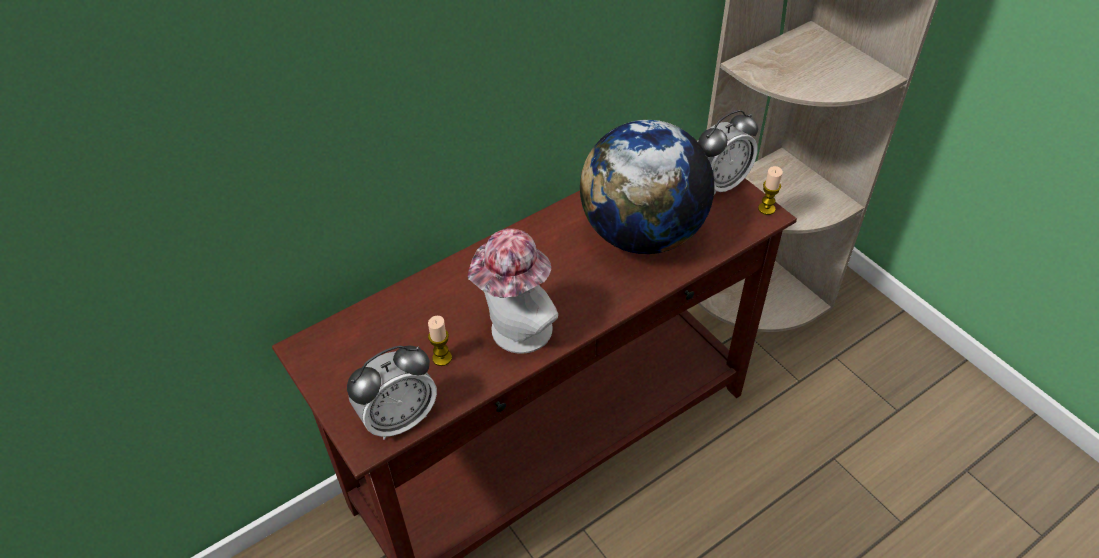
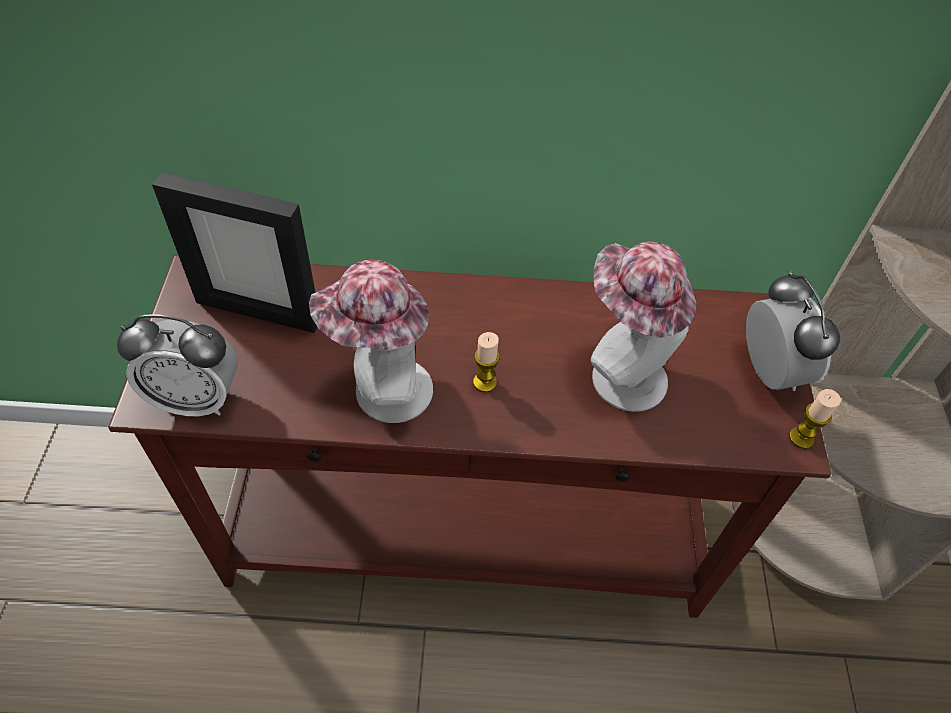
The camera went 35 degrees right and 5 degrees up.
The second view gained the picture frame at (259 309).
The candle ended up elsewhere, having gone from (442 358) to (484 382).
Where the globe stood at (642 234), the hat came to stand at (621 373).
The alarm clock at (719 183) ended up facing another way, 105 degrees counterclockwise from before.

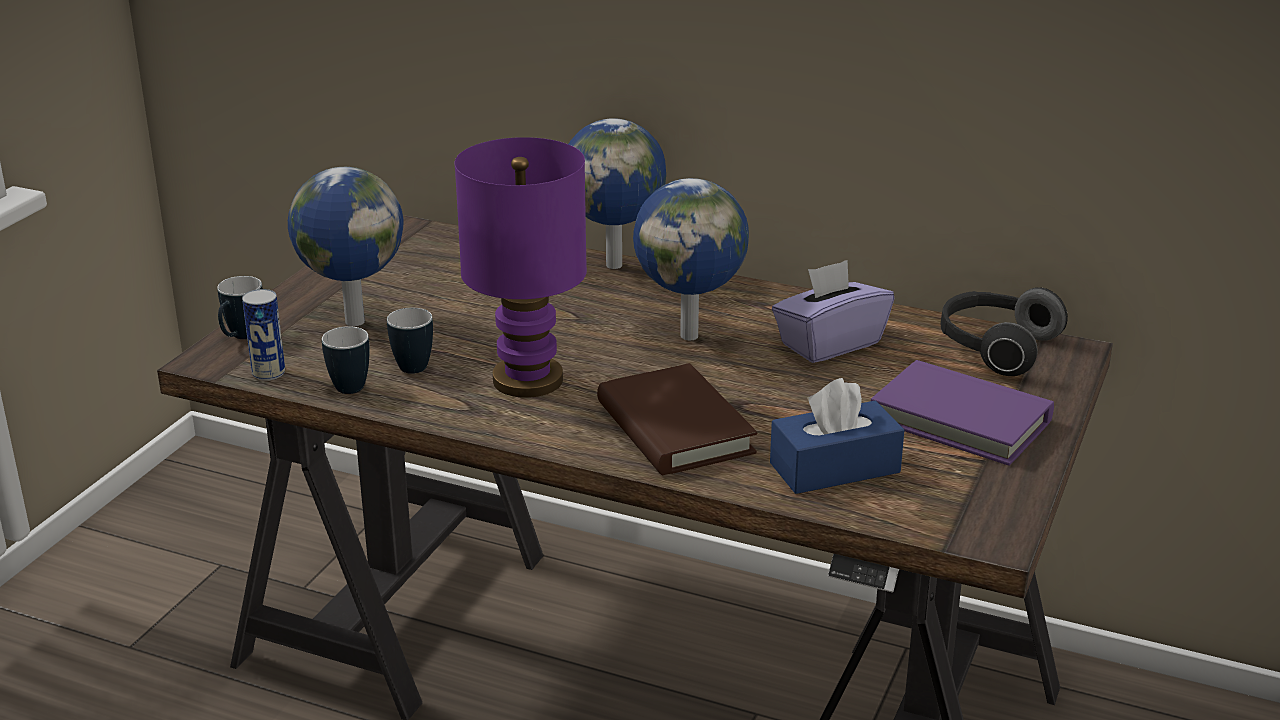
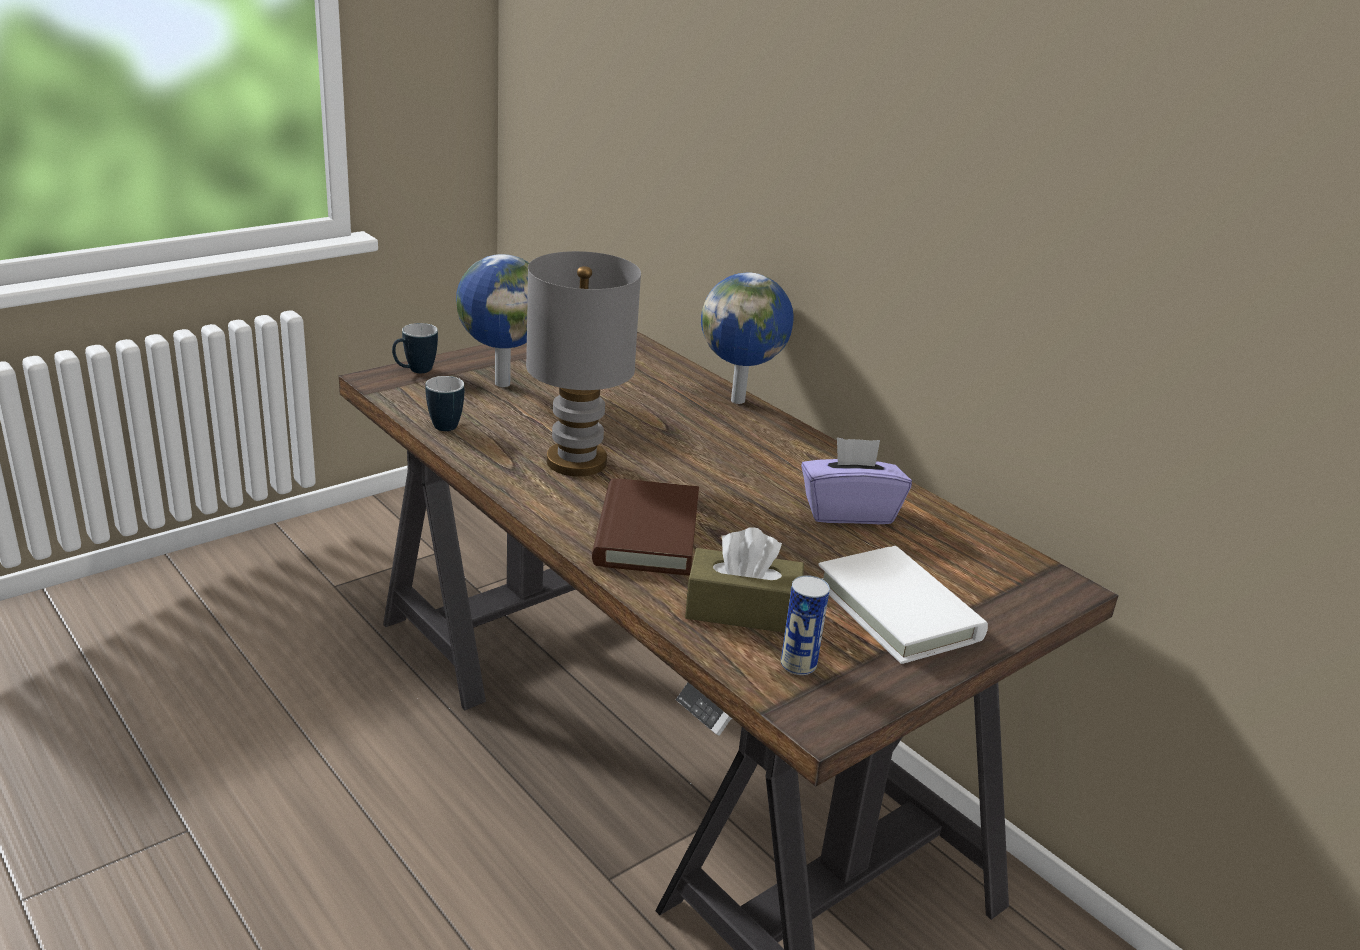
The camera went 25 degrees right and 0 degrees up.
What was the table lamp (purple) at (527 381) turned into the table lamp (grey) at (575 462).
What was the tissue box (blue) at (834 468) turned into the tissue box (brown) at (742 610).
The can ended up elsewhere, having gone from (268 373) to (798 665).
What was the book (purple) at (960 420) turned into the book (white) at (898 610).
The second view lost the mug at (408 365).
The second view lost the globe at (690 335).
The second view lost the headphones at (994 348).

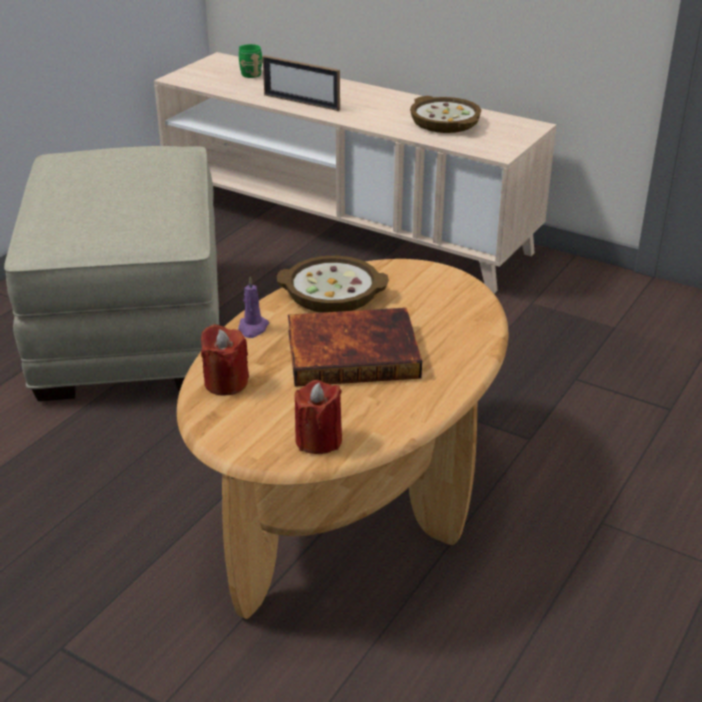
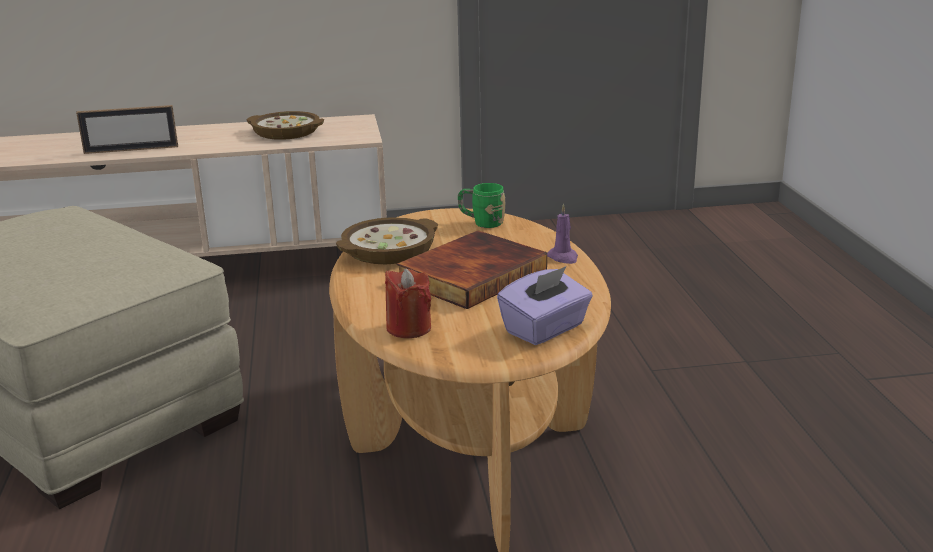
The camera went 40 degrees left and 10 degrees down.
The mug (green) ended up elsewhere, having gone from (249 73) to (482 222).
Where the candle (red) stood at (318 440), the tissue box (purple) came to stand at (545 329).
The candle (purple) ended up elsewhere, having gone from (253 328) to (563 258).

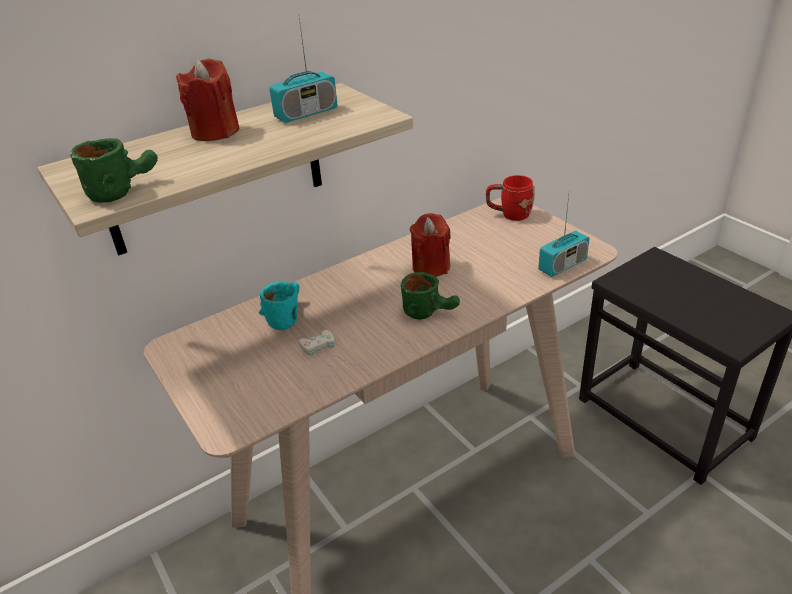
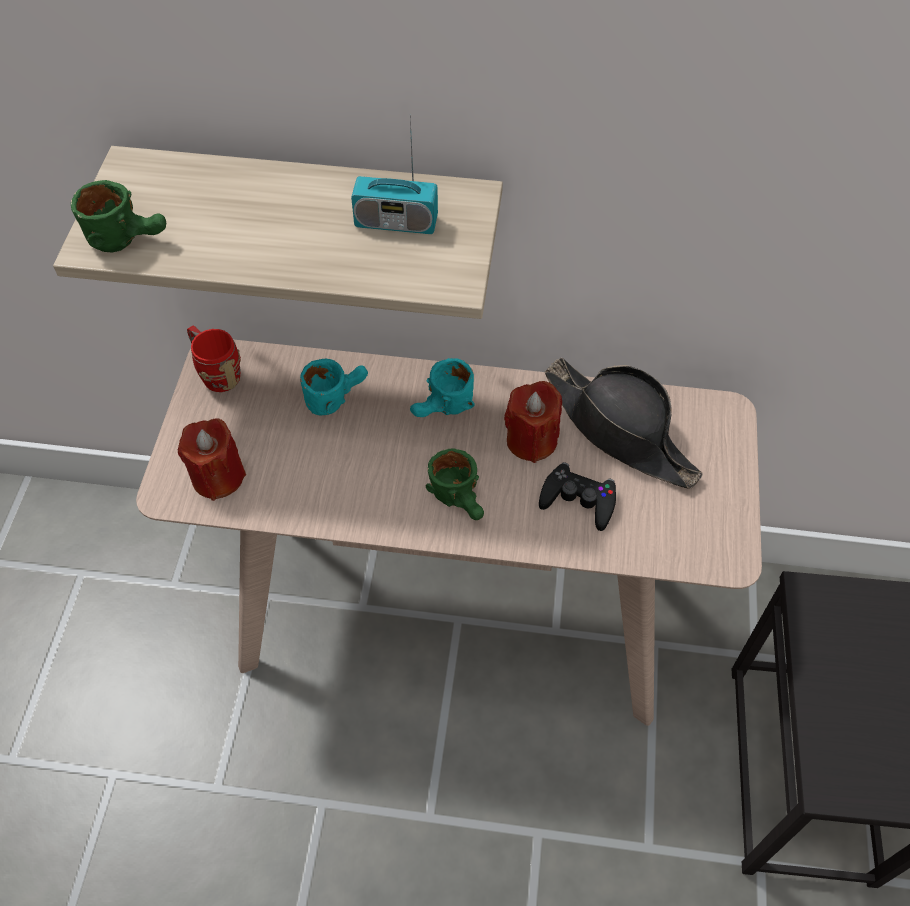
The camera went 40 degrees right and 20 degrees up.
The candle (red) ended up elsewhere, having gone from (215 132) to (218 477).
The mug (red) ended up elsewhere, having gone from (509 214) to (216 372).
The second view gained the mug (turquoise) at (443 410).
The second view gained the game controller (black) at (578 500).
The second view gained the hat (black) at (620 430).
The second view lost the game controller (white) at (324 363).
The second view lost the radio at (562 265).

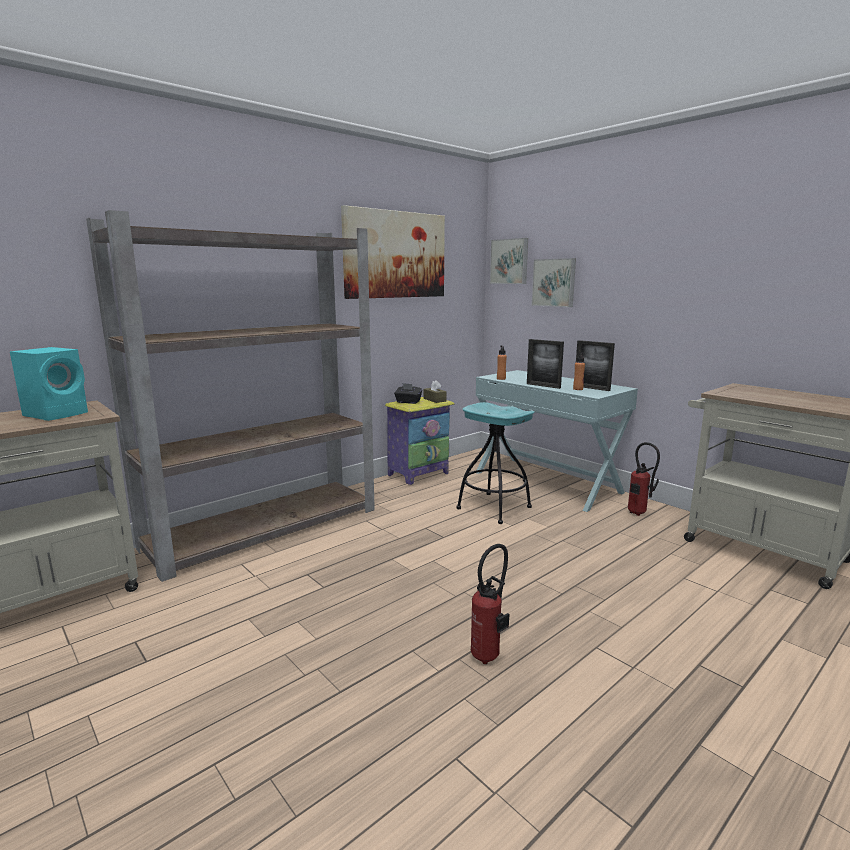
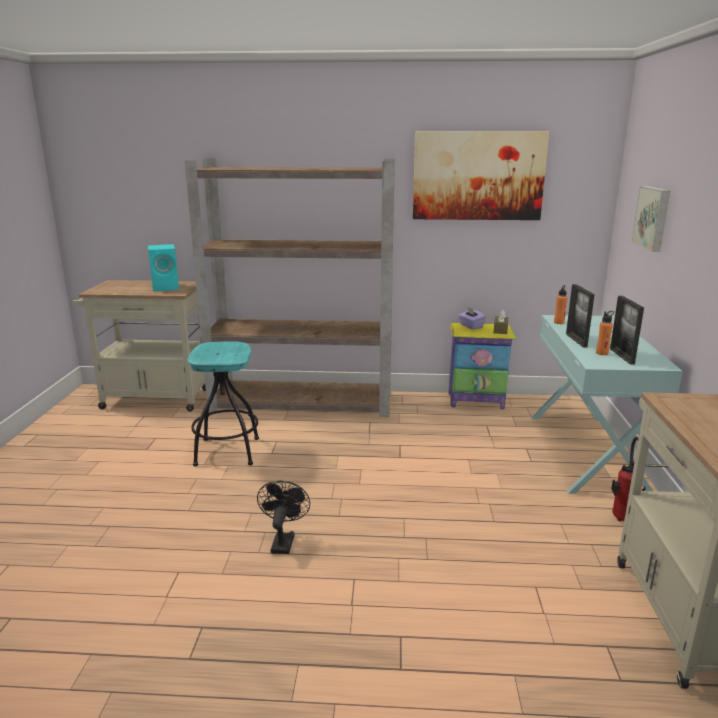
The camera went 45 degrees right and 5 degrees up.
The stool (turquoise) ended up elsewhere, having gone from (493 507) to (227 451).
Where the fire extinguisher stood at (489 655), the fan (black) came to stand at (283 541).
What was the tissue box (black) at (408 402) turned into the tissue box (purple) at (470 326).
The second view lost the picture at (510 261).

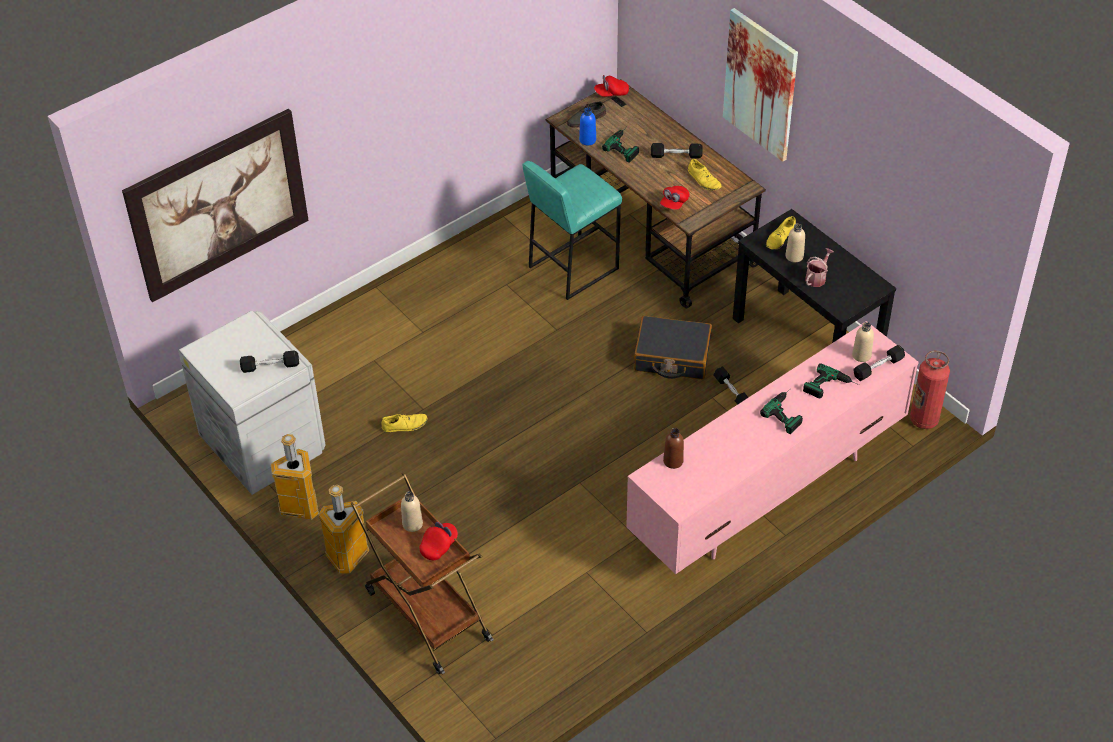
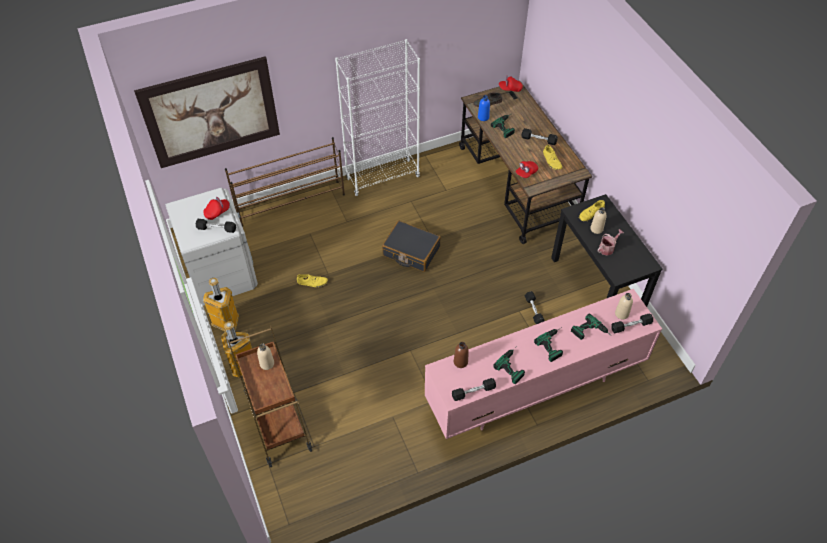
The camera went 15 degrees right and 5 degrees up.
The cap (red) ended up elsewhere, having gone from (439 546) to (217 212).
The second view gained the shoe rack (brown) at (291 203).
The second view gained the bookcase (white) at (382 177).
The suitcase (black) ended up elsewhere, having gone from (672 356) to (411 251).
The second view gained the dumbbell (black) at (473 392).
The second view gained the power drill at (514 365).
The second view lost the stool (turquoise) at (572 268).
The second view lost the picture at (760 84).
The second view lost the fire extinguisher at (924 419).

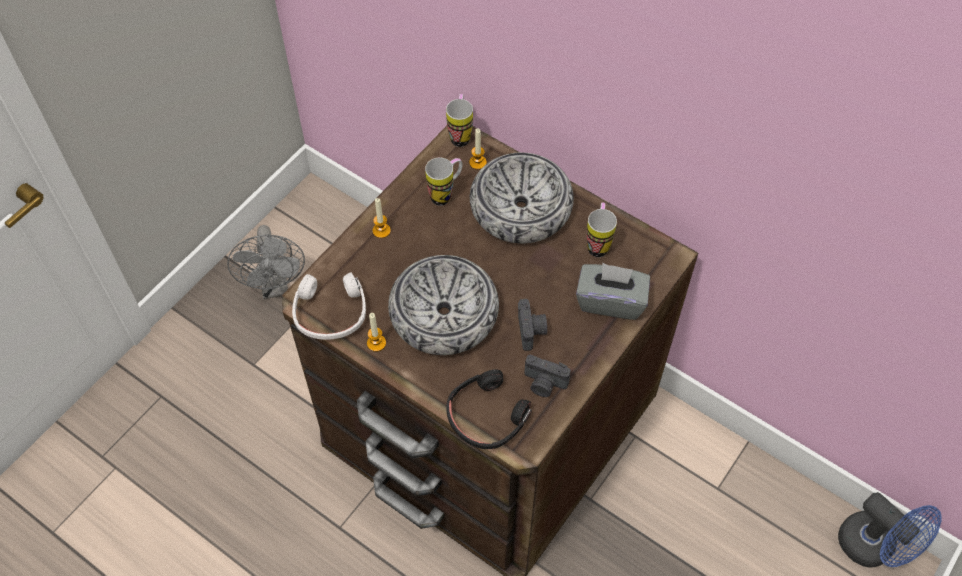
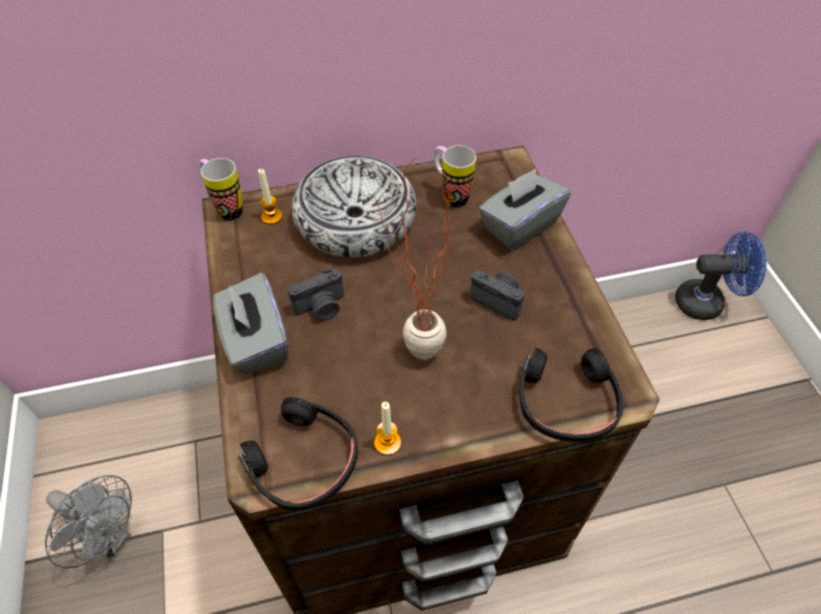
The camera went 50 degrees left and 5 degrees down.
Where the candle stood at (381 231), the tissue box (grey) came to stand at (256 341).
What was the headphones (white) at (330 312) turned into the headphones (black) at (303 461).
The photo camera ended up elsewhere, having gone from (544 384) to (321 308).
Where the bowl stood at (444 314), the potted plant came to stand at (411 356).
The second view lost the mug at (446 194).

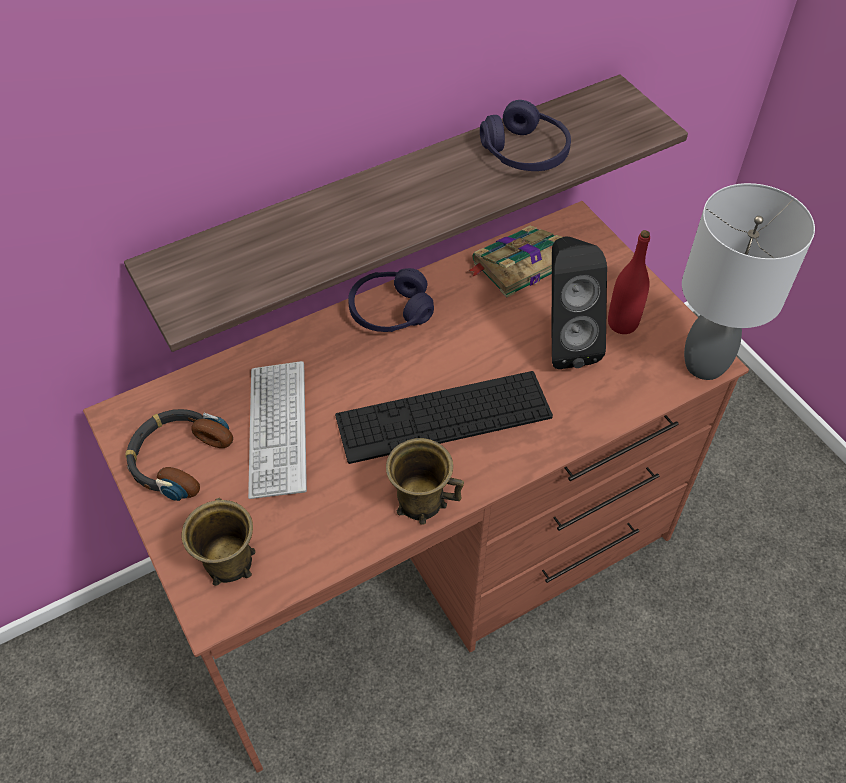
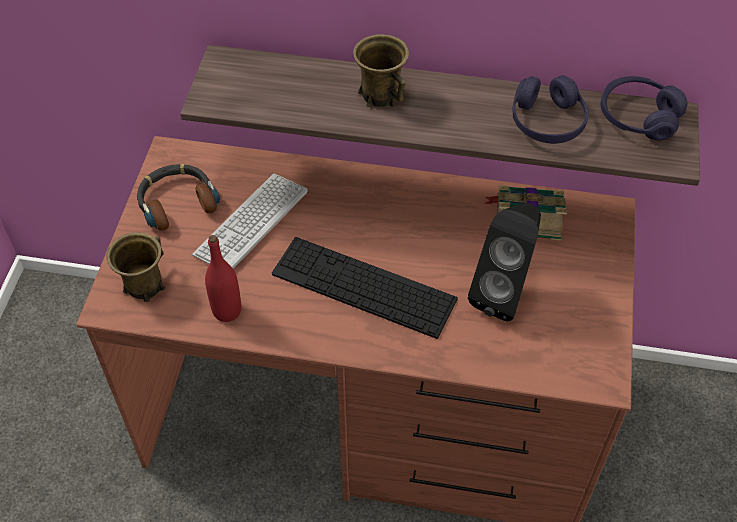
The camera went 40 degrees right and 0 degrees up.
The bottle (red) ended up elsewhere, having gone from (622 323) to (227 311).
The mug (brown) ended up elsewhere, having gone from (420 500) to (381 94).
The headphones (purple) ended up elsewhere, having gone from (390 311) to (638 117).
The second view lost the table lamp (grey) at (703 364).

